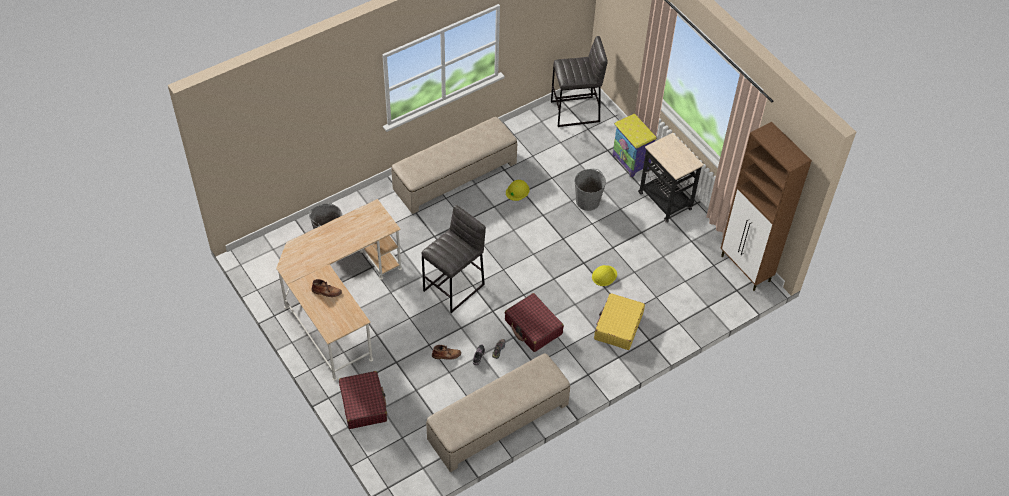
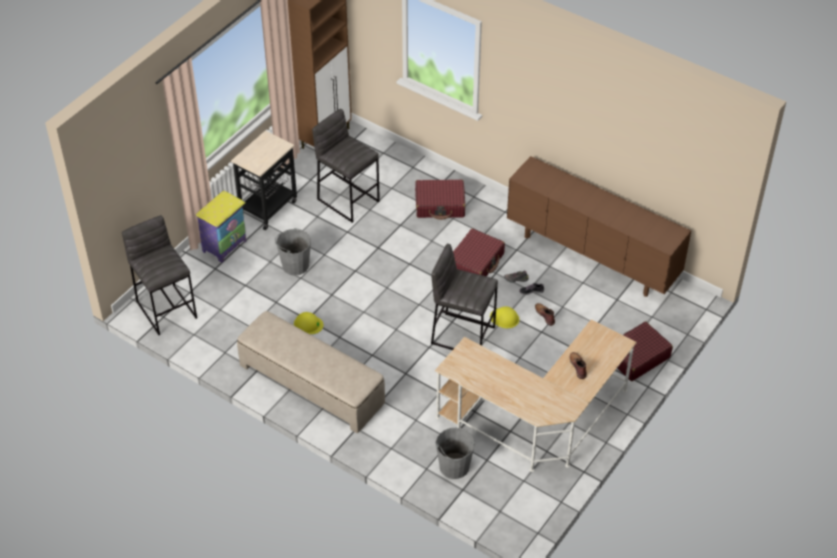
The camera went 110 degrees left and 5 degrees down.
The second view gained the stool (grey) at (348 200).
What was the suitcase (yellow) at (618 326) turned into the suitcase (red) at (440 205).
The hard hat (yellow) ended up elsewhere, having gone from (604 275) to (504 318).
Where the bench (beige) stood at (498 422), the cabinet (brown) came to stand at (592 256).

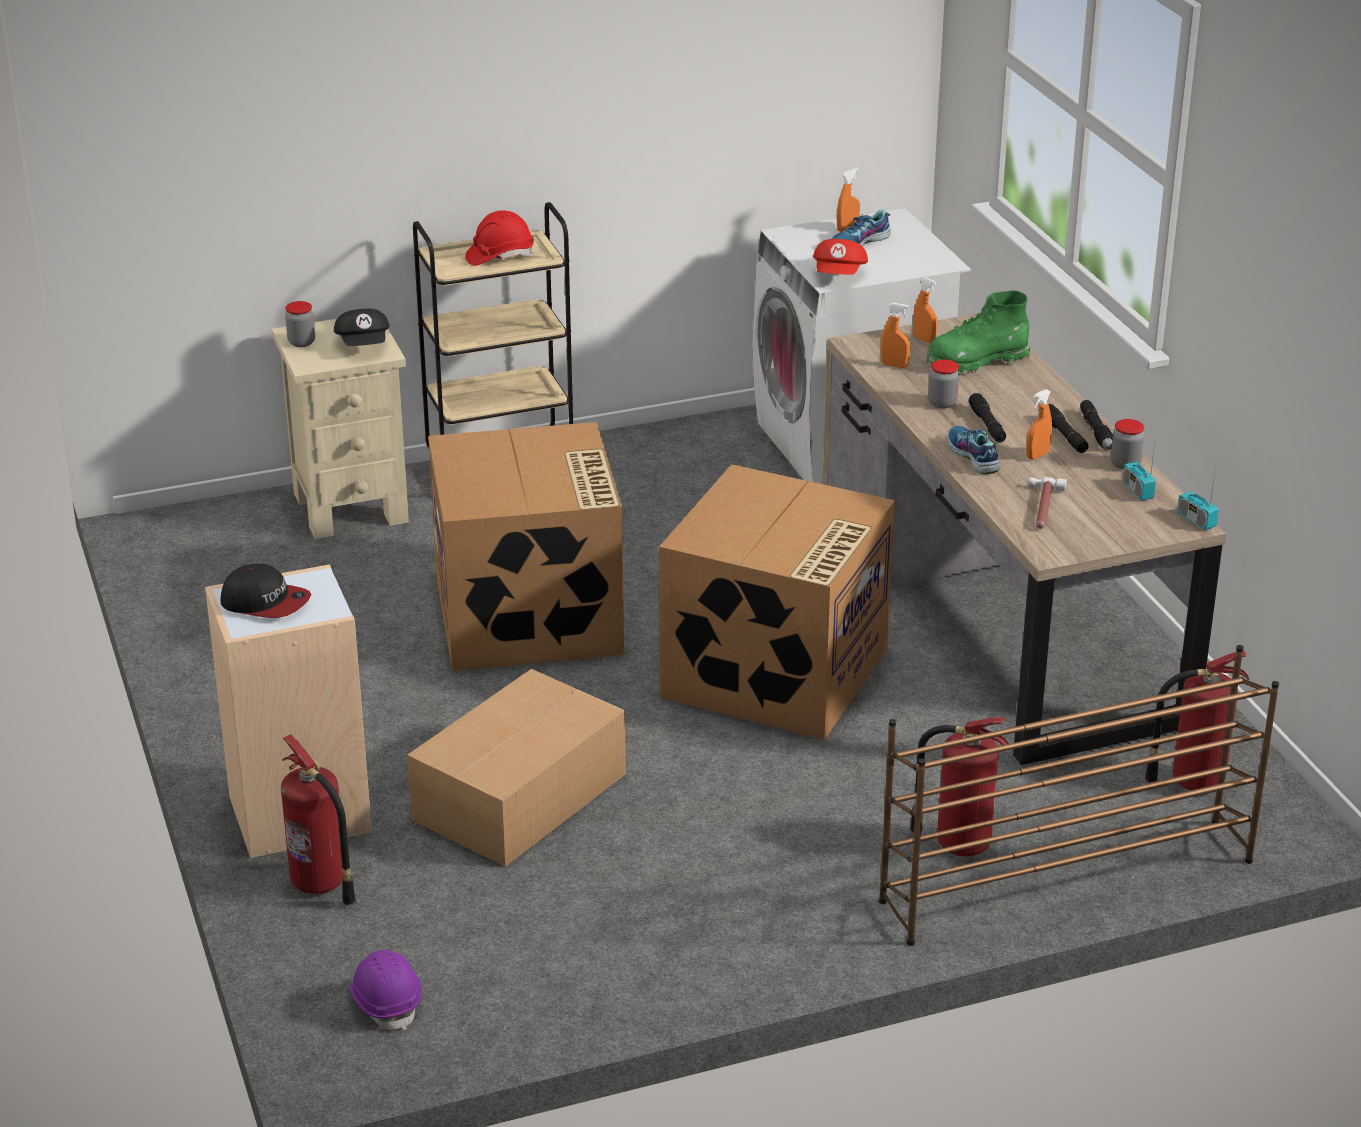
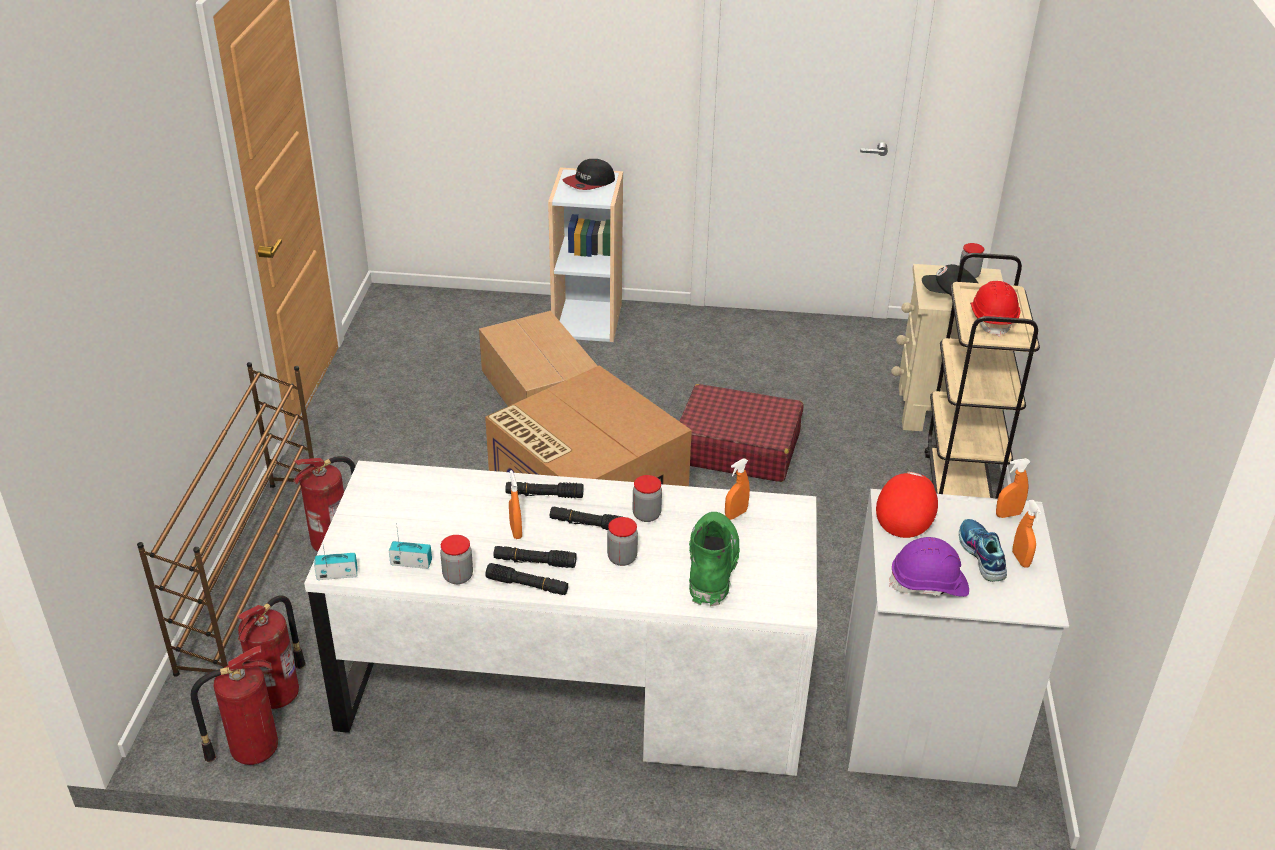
The camera went 115 degrees right and 5 degrees up.
The fire extinguisher ended up elsewhere, having gone from (320 884) to (251 750).
What was the desk (brown) at (998 616) turned into the desk (white) at (574 686).
Where the shoe stood at (972 456), the flashlight (black) came to stand at (544 495).
The second view gained the jar at (622 558).
Where the cardboard box stood at (531 617), the suitcase (red) came to stand at (737 448).
The cap (red) at (840 275) ended up facing another way, 75 degrees clockwise from before.
The hard hat (purple) ended up elsewhere, having gone from (386 1002) to (929 584).
The spray bottle (orange) ended up elsewhere, having gone from (924 339) to (1008 514).
The second view lost the hammer at (1042 508).

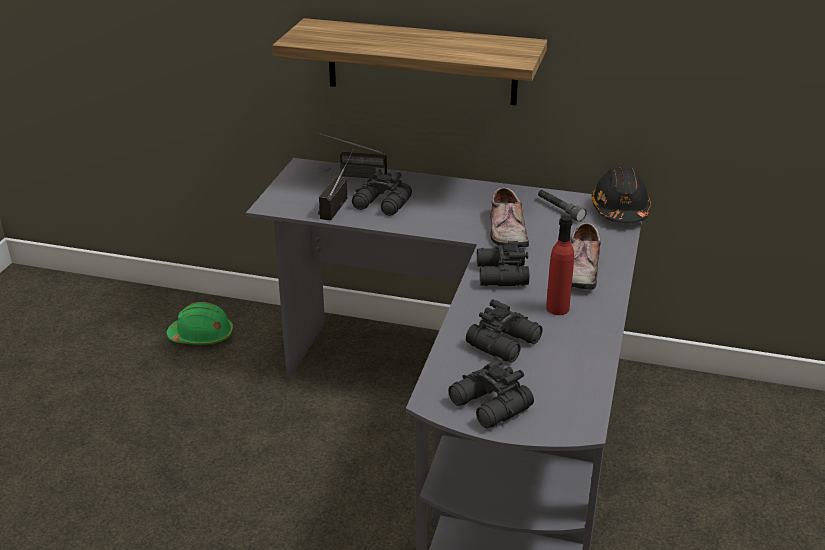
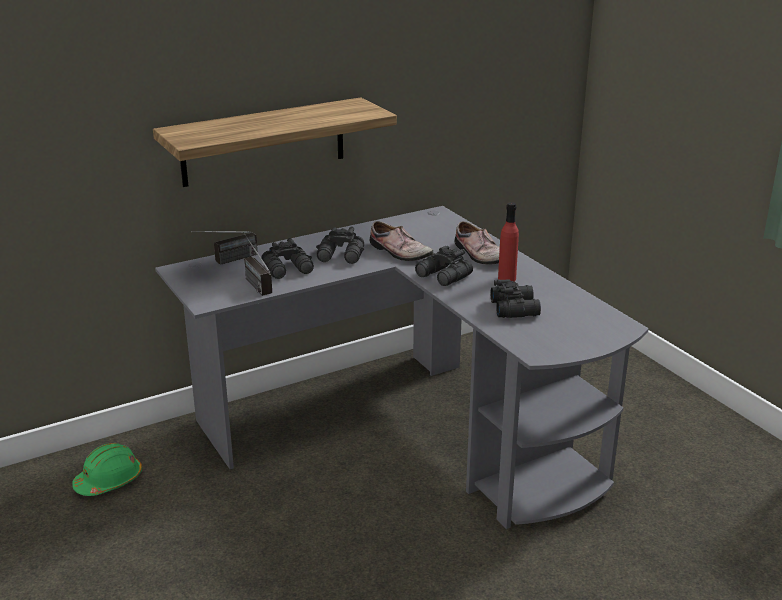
The camera went 45 degrees left and 5 degrees down.
The binoculars (black) ended up elsewhere, having gone from (489 406) to (341 256).
The second view lost the flashlight (grey) at (560 210).
The second view lost the hard hat (black) at (620 210).

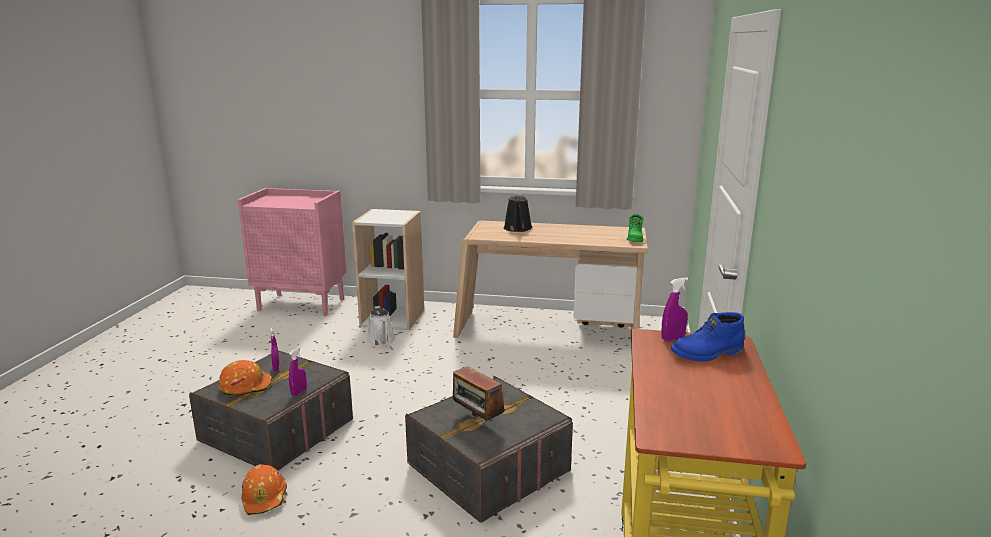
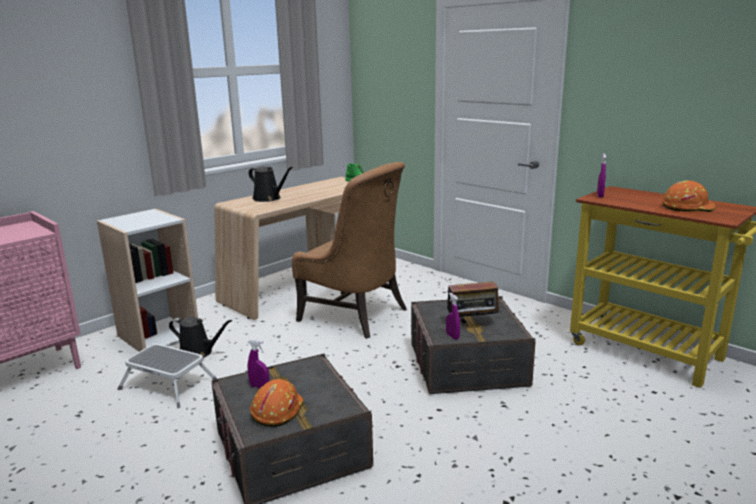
The camera went 55 degrees left and 0 degrees up.
The second view gained the step ladder (grey) at (167 385).
What was the watering can (white) at (381 341) turned into the watering can (black) at (198 353).
The second view gained the chair (brown) at (355 315).
The spray bottle (purple) ended up elsewhere, having gone from (299 392) to (452 336).
The hard hat (orange) ended up elsewhere, having gone from (265 498) to (687 207).
The second view lost the boot (blue) at (707 354).

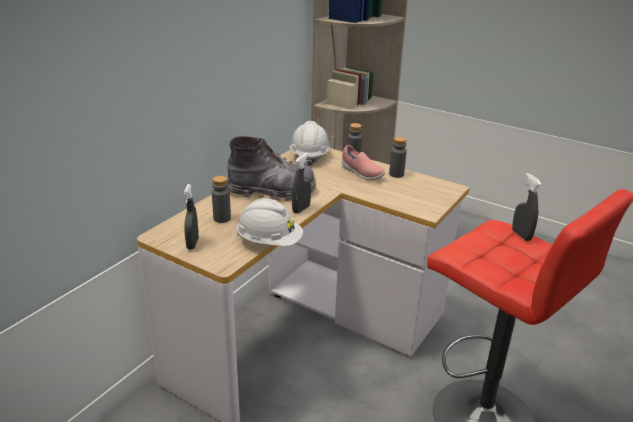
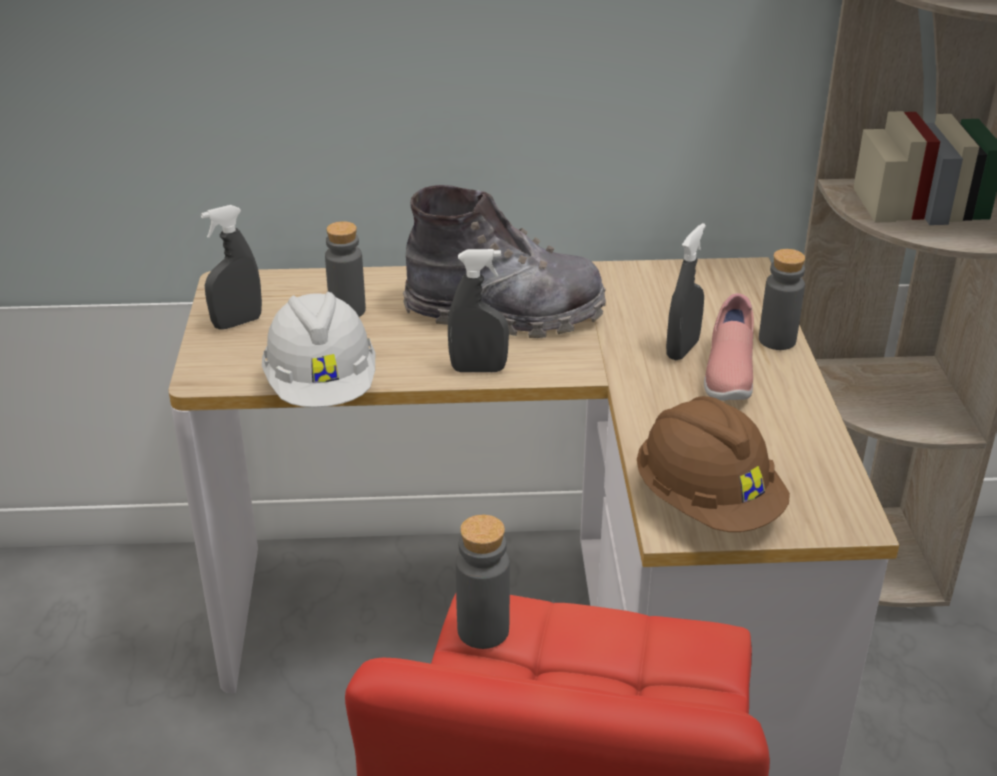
The camera went 55 degrees right and 5 degrees up.
The boot (grey) at (272 191) ended up facing another way, 45 degrees counterclockwise from before.
The bottle (grey) ended up elsewhere, having gone from (396 174) to (483 630).
The second view gained the hard hat (brown) at (707 503).
The spray bottle (grey) ended up elsewhere, having gone from (521 235) to (682 349).
The second view lost the hard hat (white) at (309 156).

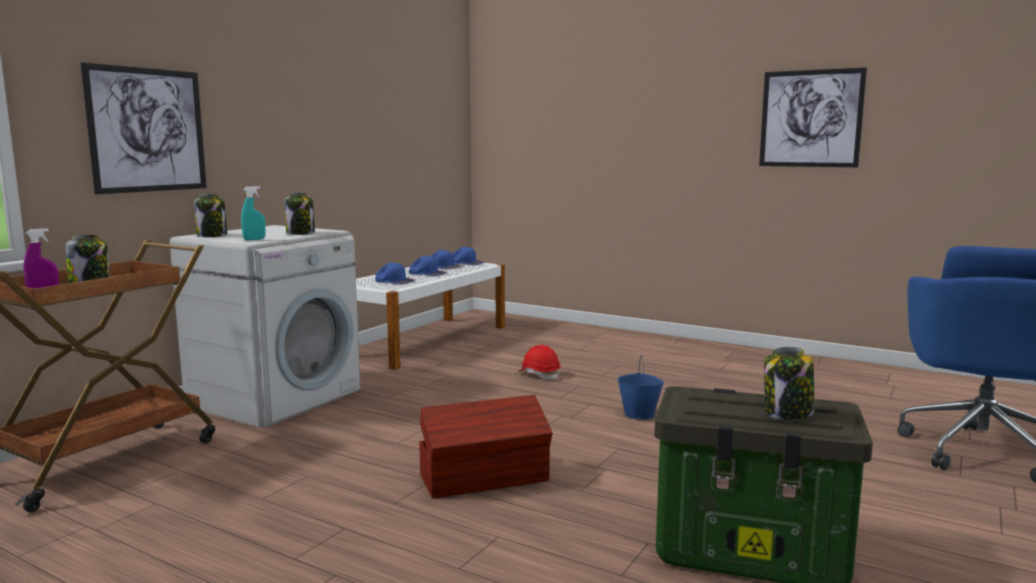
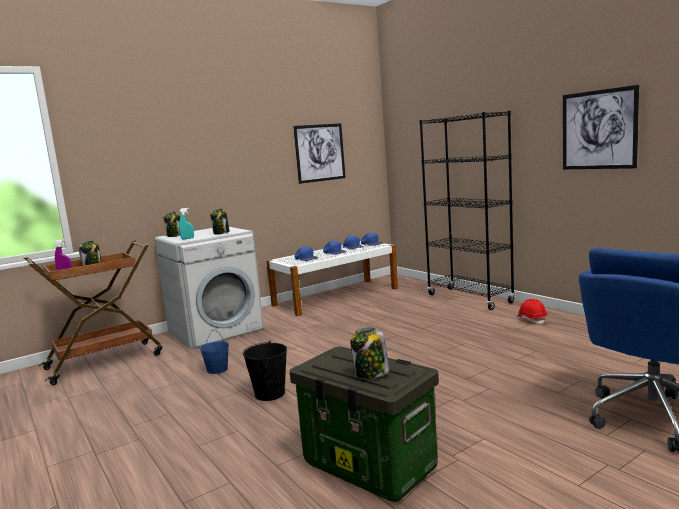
The camera went 25 degrees right and 0 degrees up.
The bucket (blue) ended up elsewhere, having gone from (639 415) to (217 370).
Where the storage box (brown) stood at (486 478), the bucket (black) came to stand at (270 393).
The picture ended up elsewhere, having gone from (147 130) to (320 153).
The second view gained the bookcase (black) at (469 299).
The hard hat (red) ended up elsewhere, having gone from (539 374) to (531 320).

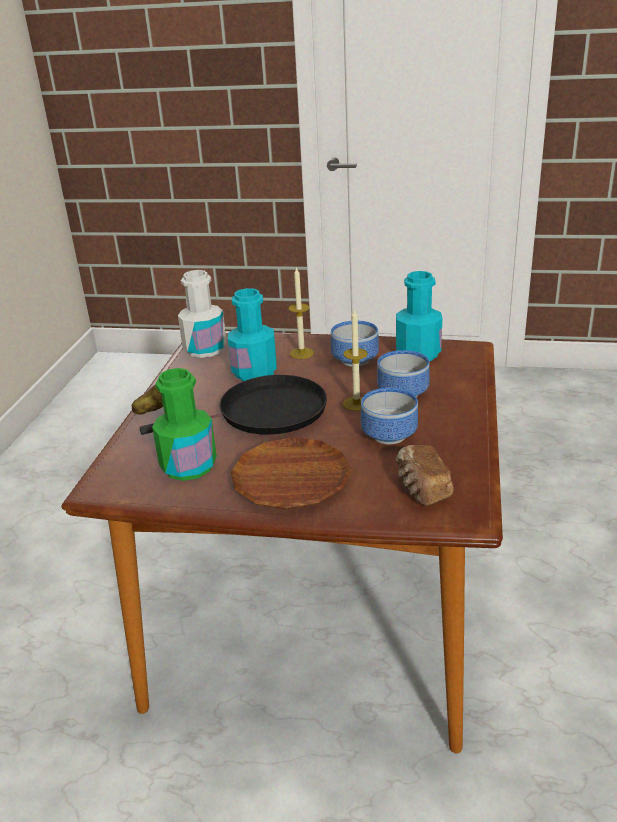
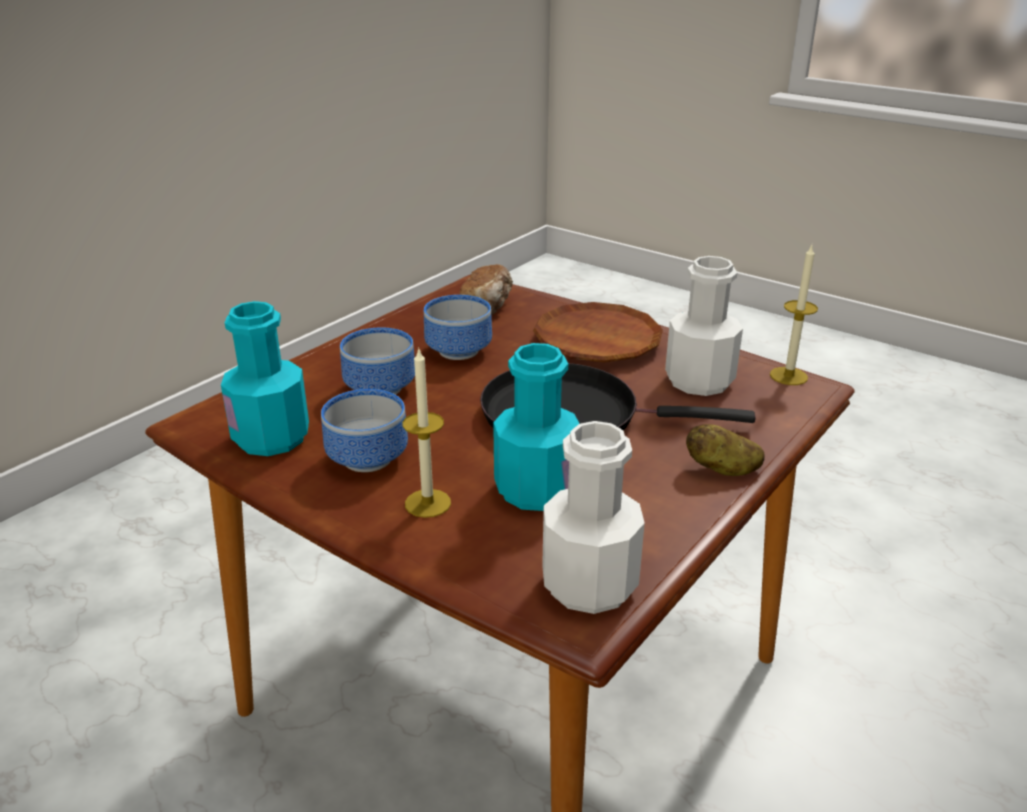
The camera went 155 degrees left and 0 degrees up.
What was the bottle (green) at (189 466) turned into the bottle (white) at (699 381).
The candle ended up elsewhere, having gone from (356 404) to (788 376).

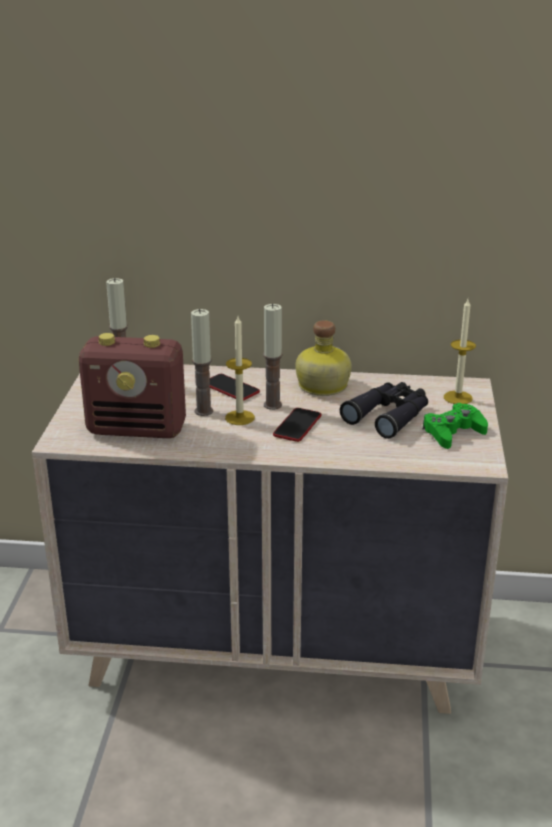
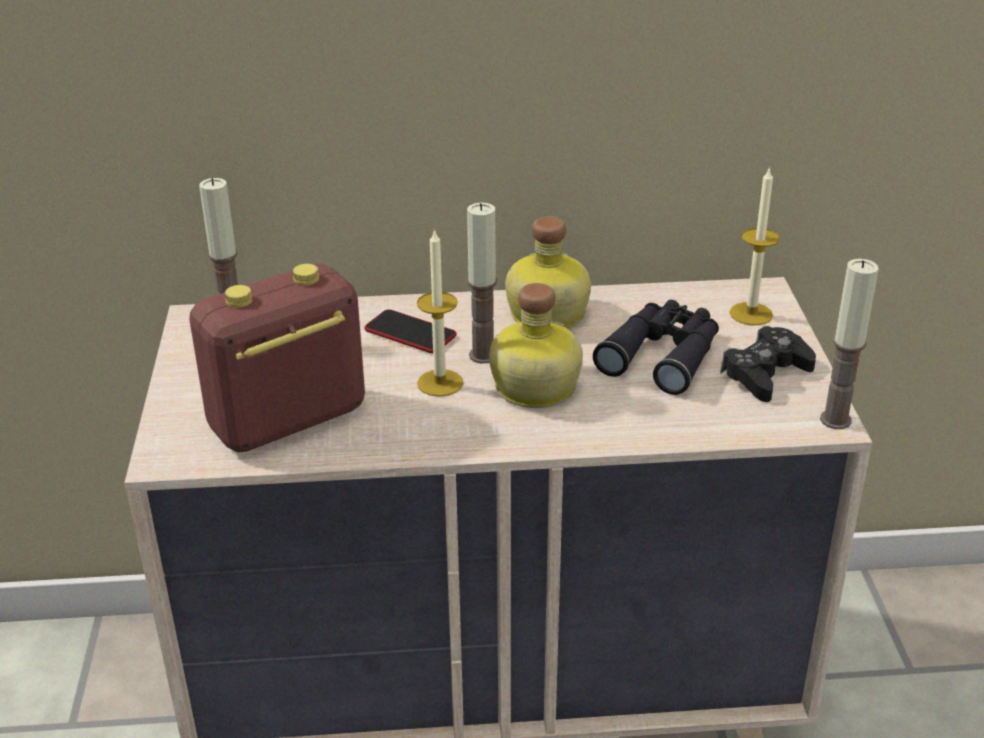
The camera went 10 degrees left and 5 degrees up.
The radio at (138 429) ended up facing another way, 150 degrees clockwise from before.
Where the phone stood at (297 426), the bottle came to stand at (532 387).
What was the game controller (green) at (453 432) turned into the game controller (black) at (765 373).
The candle ended up elsewhere, having gone from (203 411) to (835 420).

